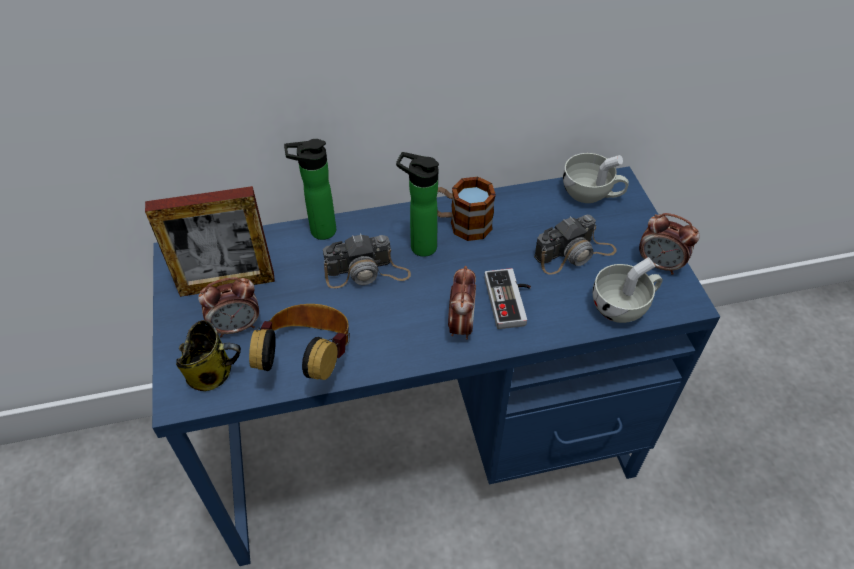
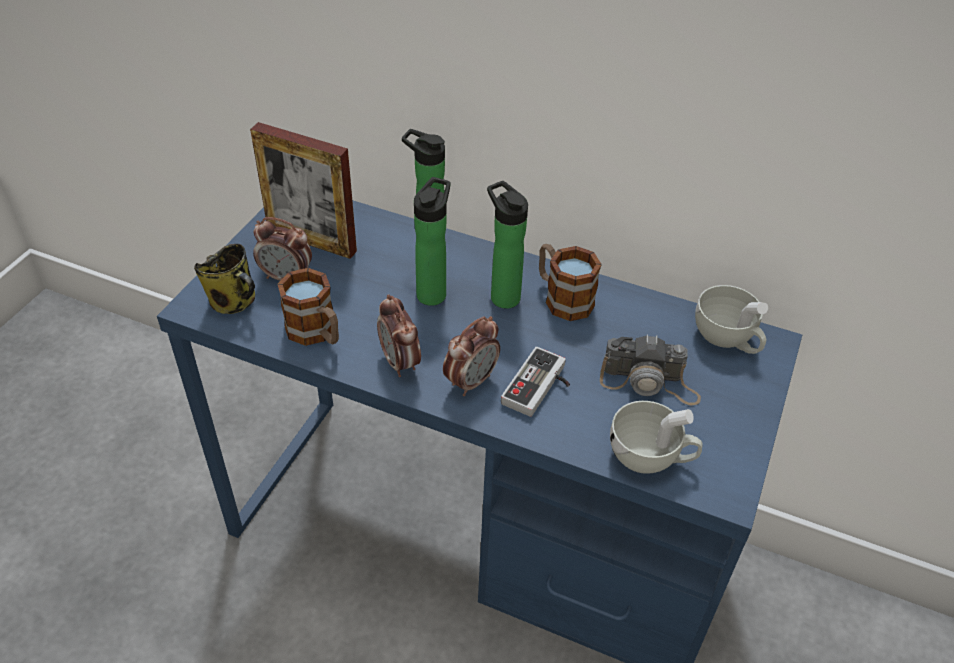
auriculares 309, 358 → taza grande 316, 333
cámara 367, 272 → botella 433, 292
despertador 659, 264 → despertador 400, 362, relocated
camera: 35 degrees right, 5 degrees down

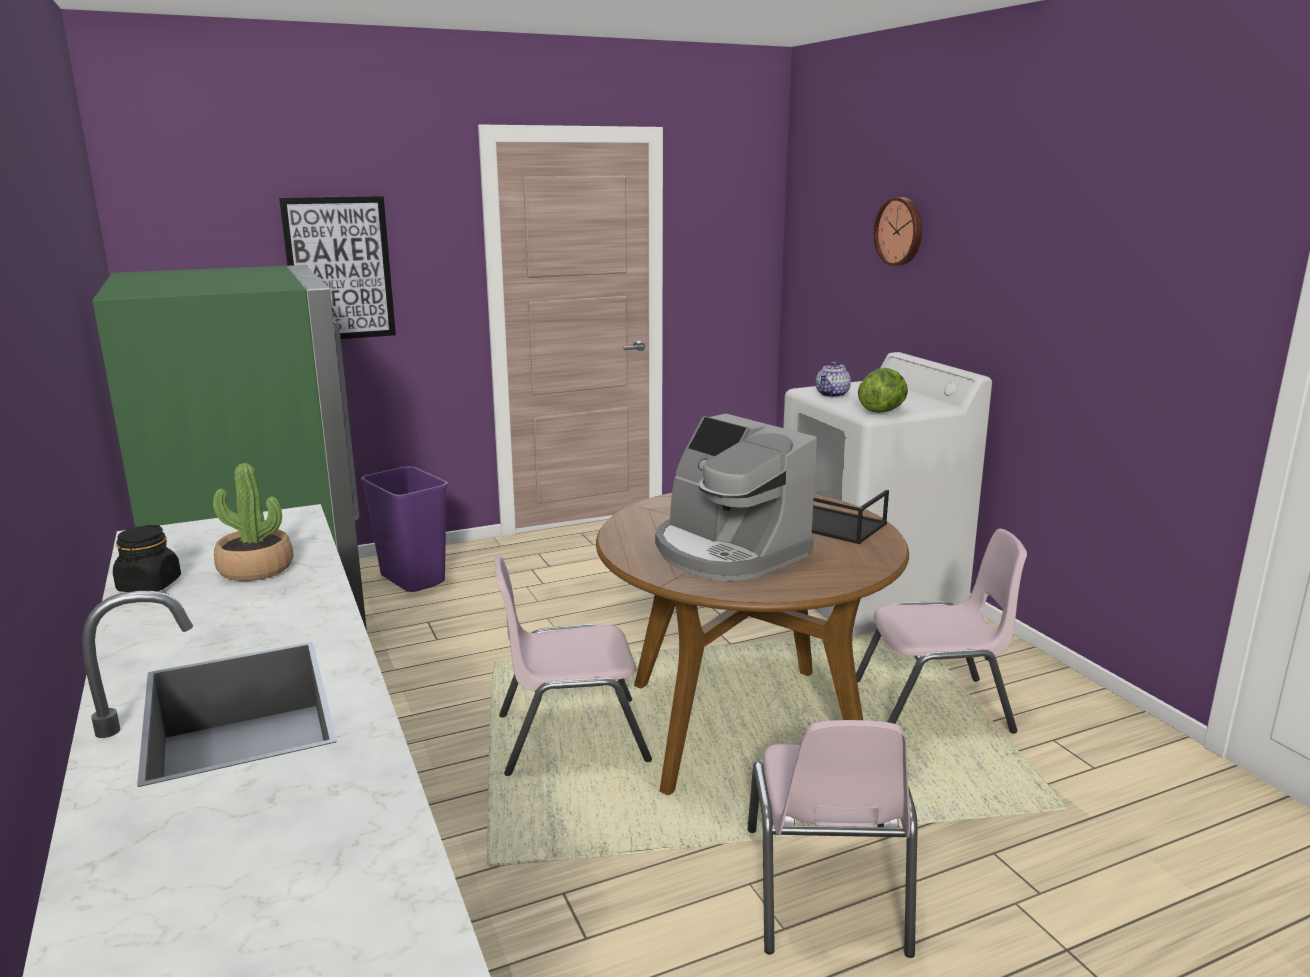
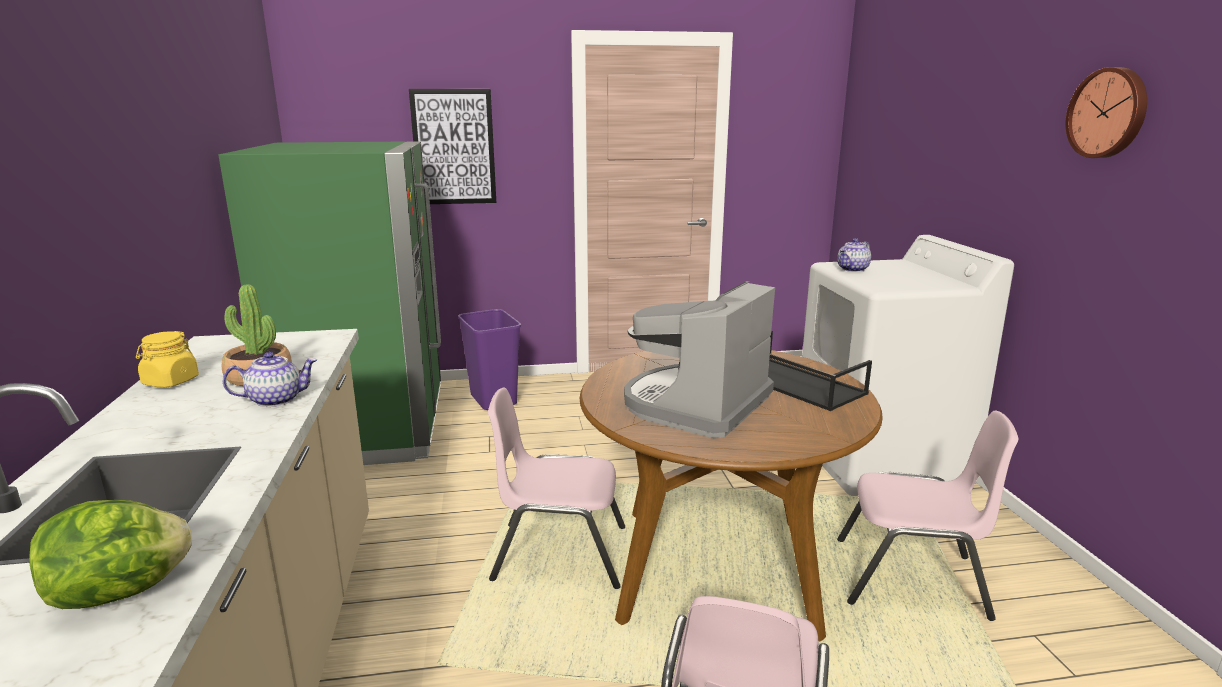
tarro [negro] 149, 585 → tarro [amarillo] 170, 382
cafetera 727, 552 → cafetera 696, 405, 60 degrees clockwise
lechuga 882, 411 → lechuga 121, 593, relocated
reloj de pared 900, 231 → reloj de pared 1108, 113, relocated
- → tetera 276, 399
camera: 15 degrees right, 0 degrees up

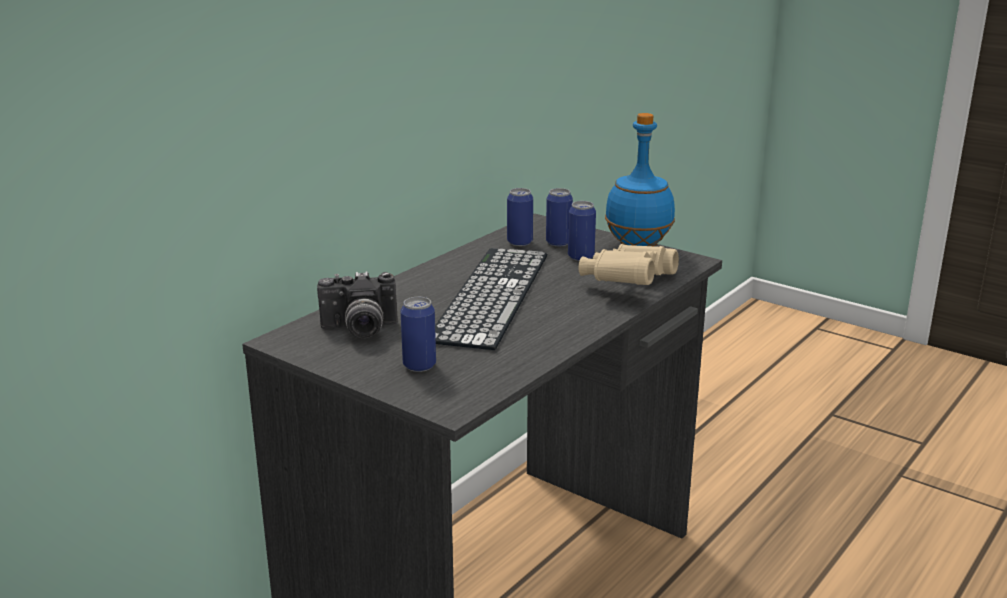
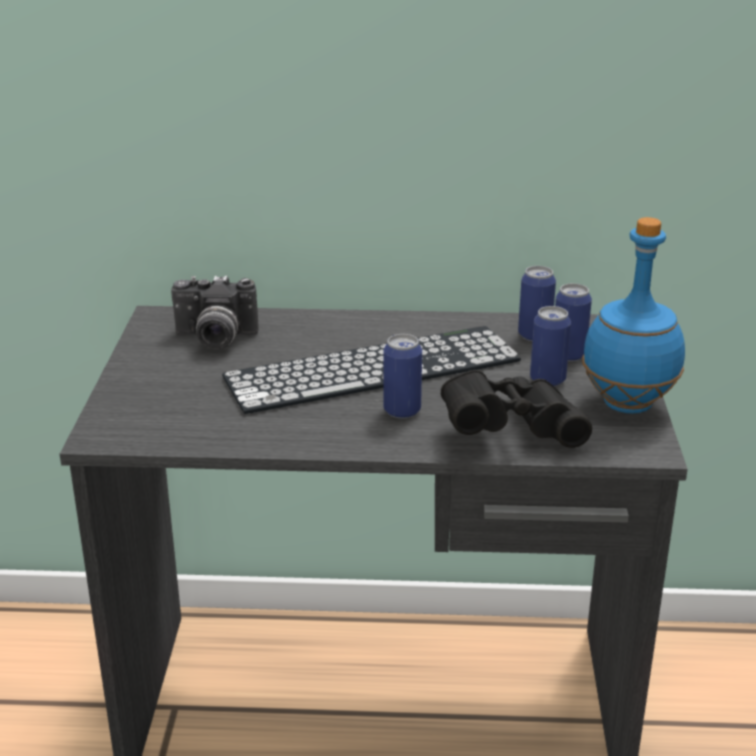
cámara 359, 330 → cámara 214, 339, 45 degrees counterclockwise
lata 419, 365 → lata 402, 410, relocated
prismáticos [beis] 627, 284 → prismáticos [negro] 509, 431
camera: 55 degrees right, 5 degrees up

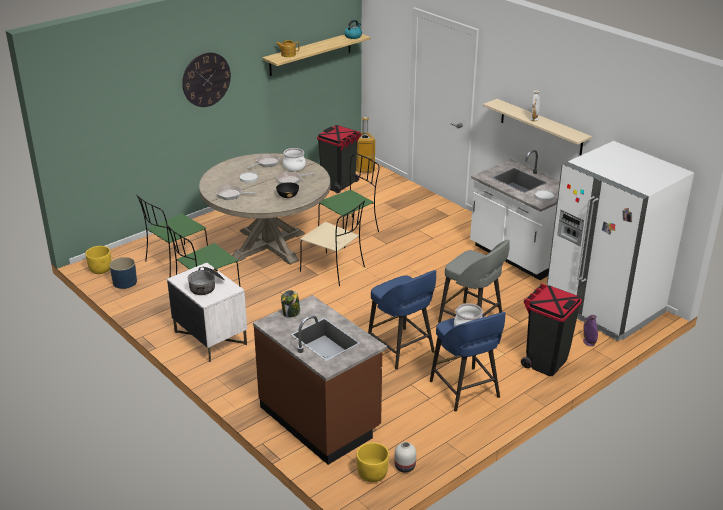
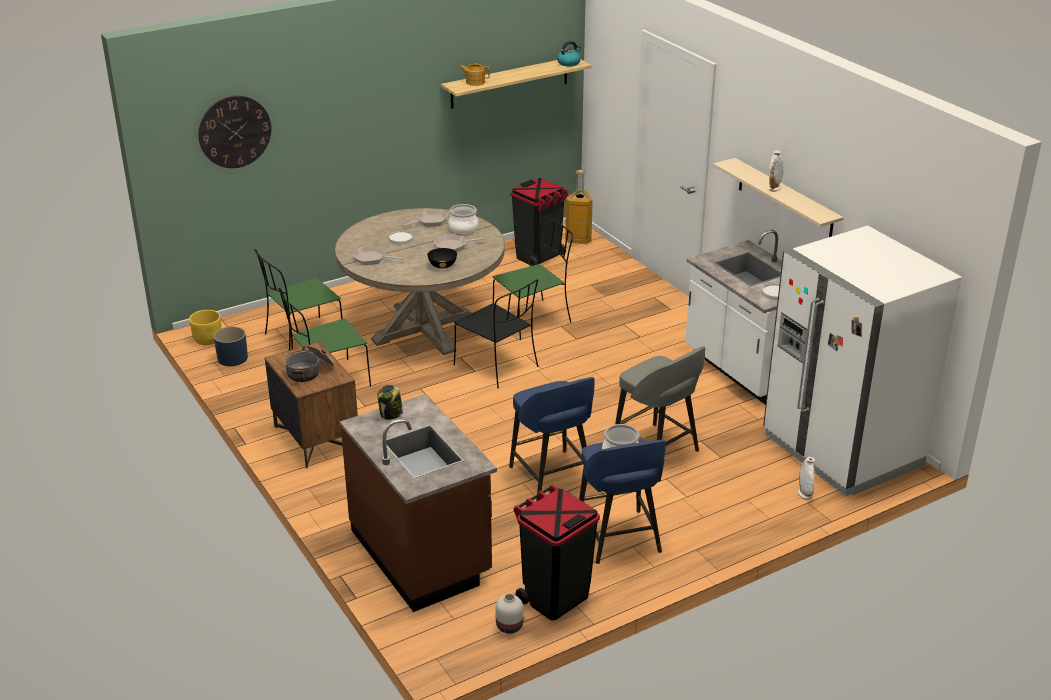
mesita de noche [blanco] 210, 338 → mesita de noche [marrón] 315, 438
reloj de pared 206, 79 → reloj de pared 234, 131, relocated
silla [beis] 334, 270 → silla [negro] 497, 367
maceta [amarillo] 372, 474 → -
papelera [negro] 545, 362 → papelera [negro] 555, 597, relocated
florero [morado] 588, 343 → florero [blanco] 804, 494
camera: 10 degrees right, 0 degrees up

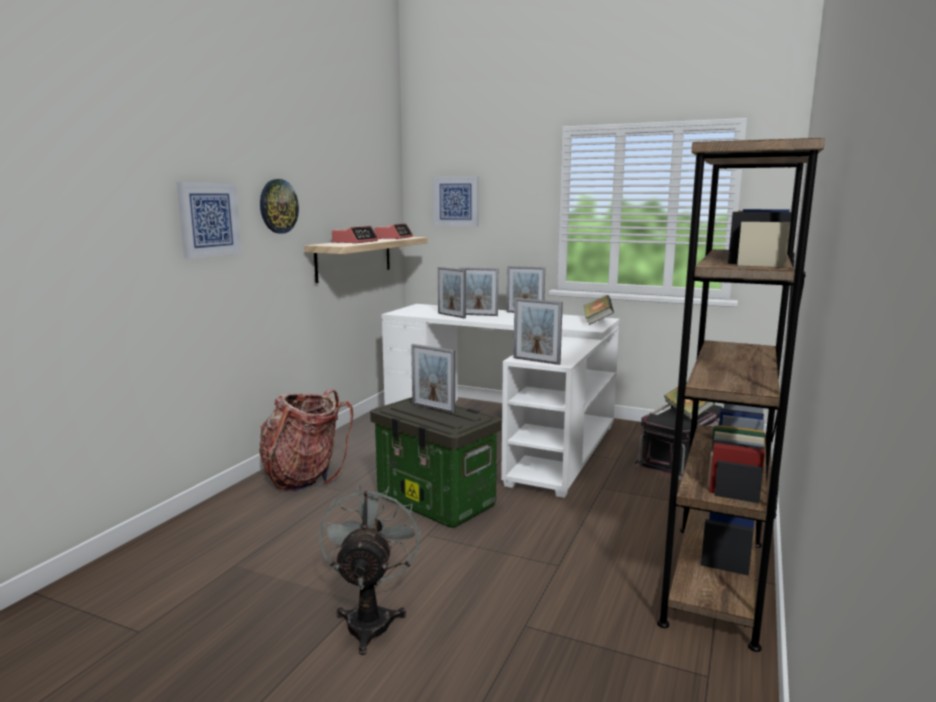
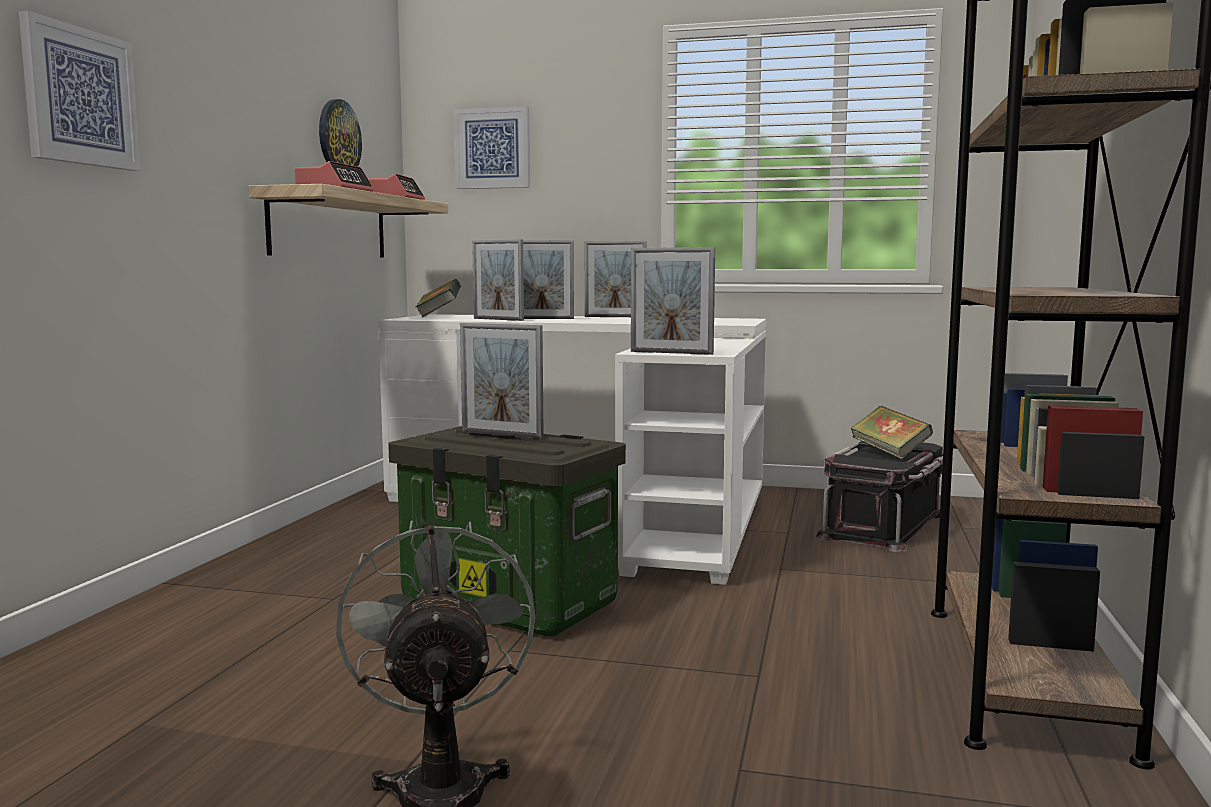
reloj de pared 278, 206 → reloj de pared 338, 138, relocated
mochila 303, 476 → -
libro 597, 322 → libro 439, 316, relocated
camera: 10 degrees left, 5 degrees down

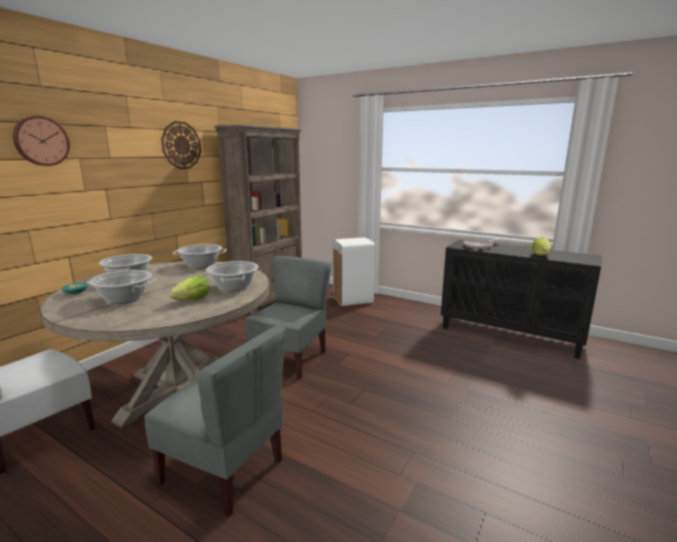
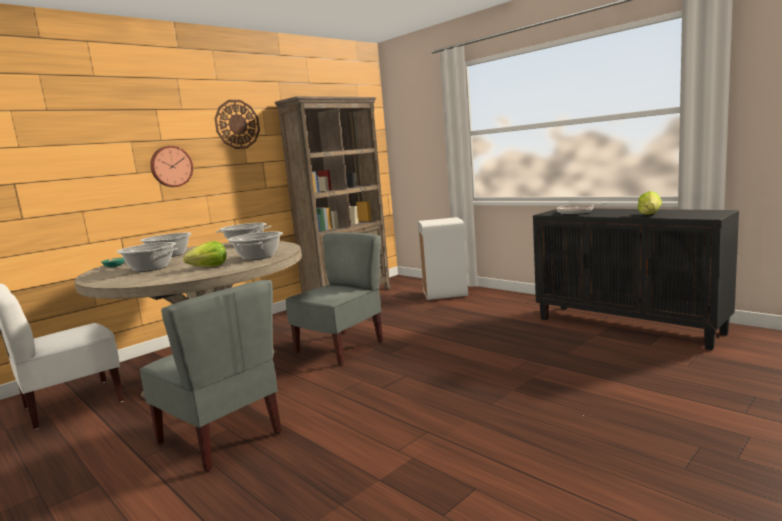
reloj de pared 41, 141 → reloj de pared 171, 166, relocated
camera: 15 degrees right, 5 degrees down

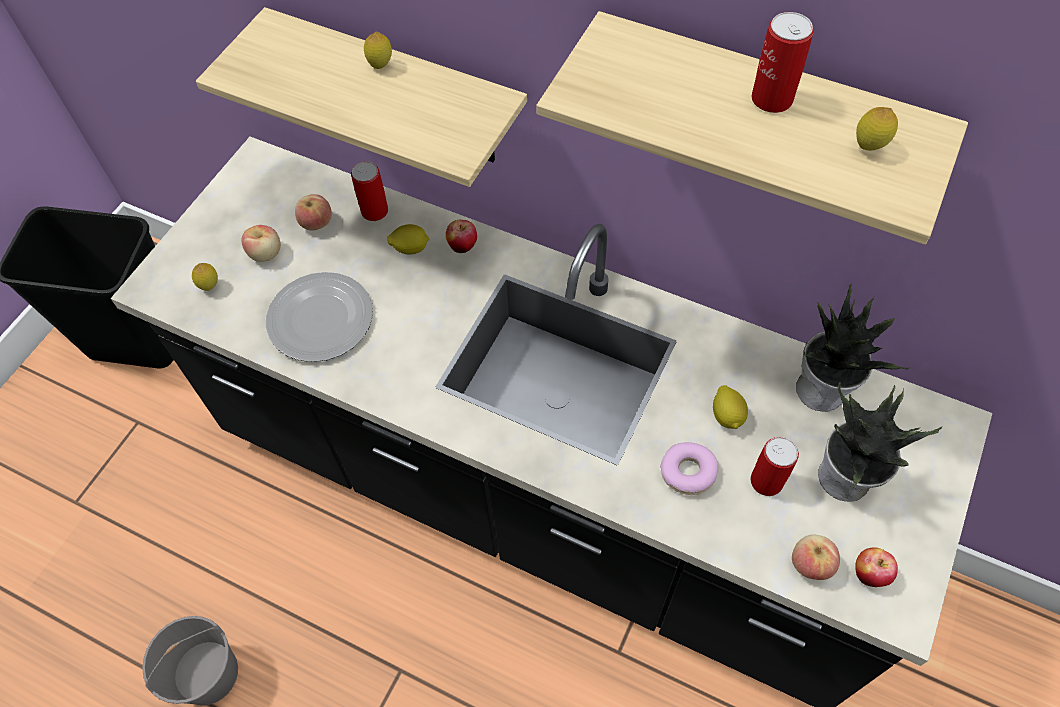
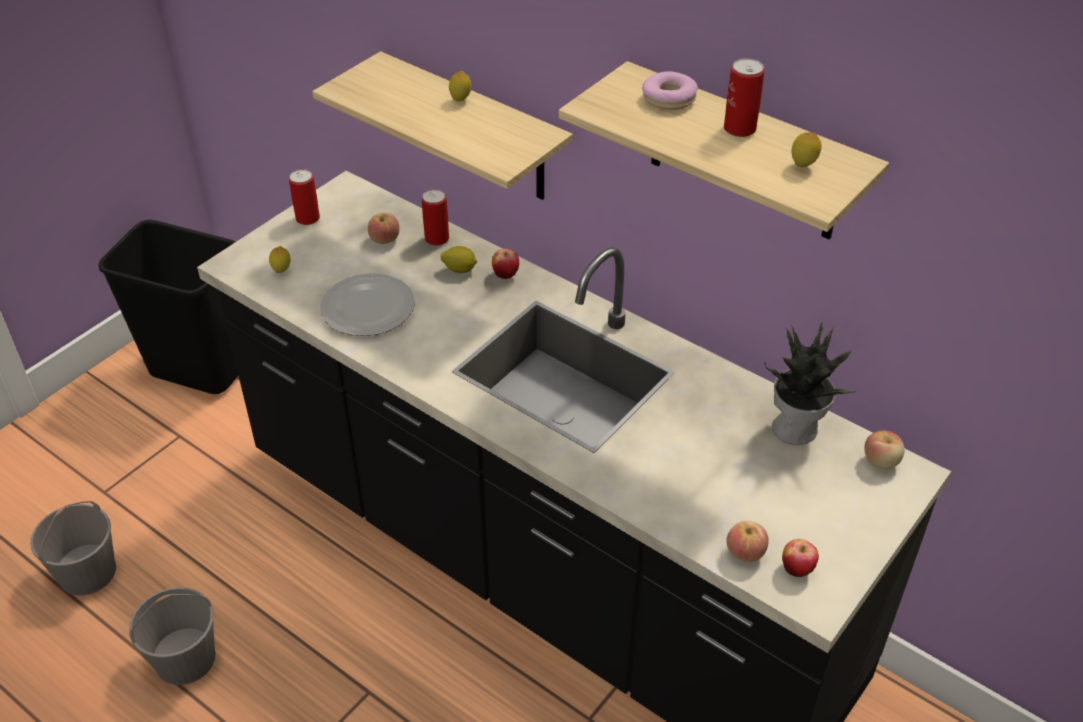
manzana 266, 253 → manzana 881, 461, relocated
rosquilla 687, 472 → rosquilla 669, 99, relocated
limón 727, 415 → -
lata 766, 481 → lata 307, 218, relocated
planta en maceta 845, 480 → -
- → cubo [gris] 87, 573
camera: 10 degrees right, 15 degrees down

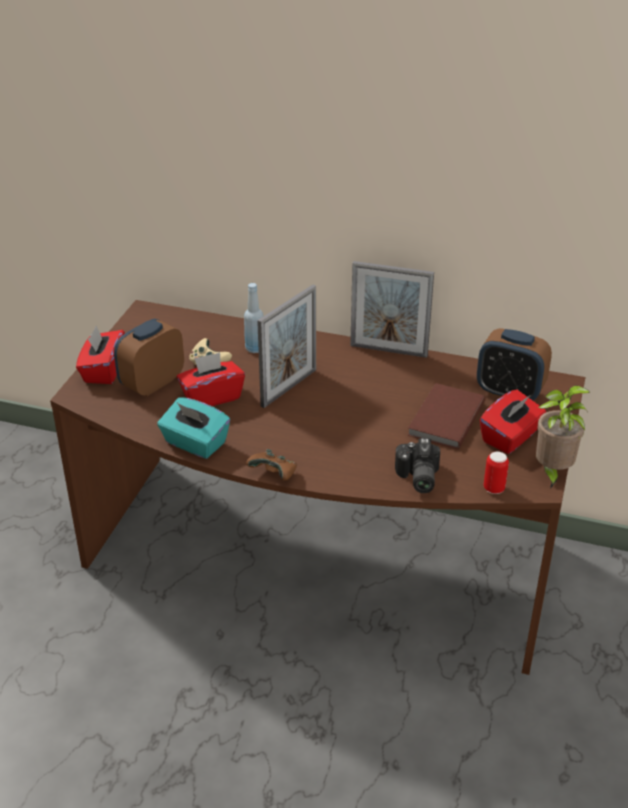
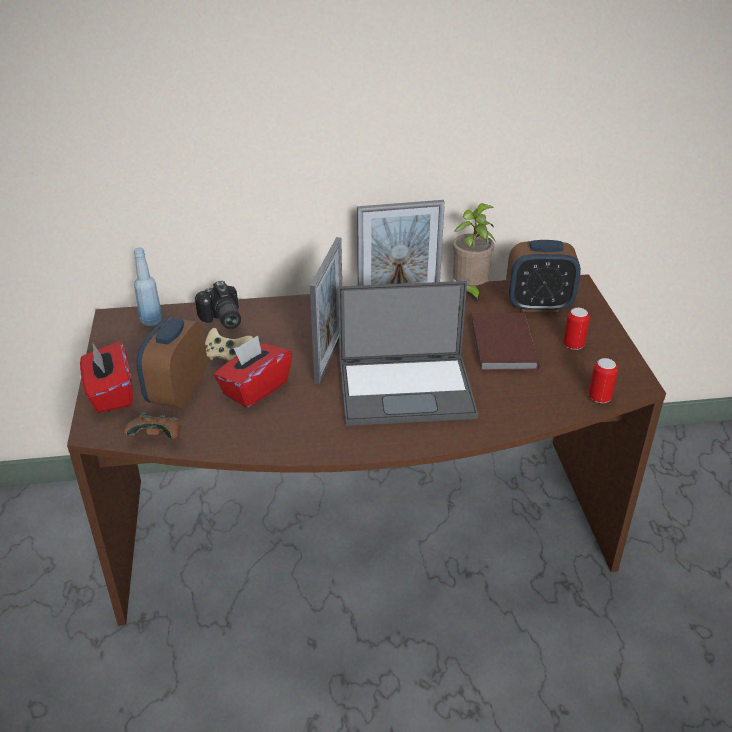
caja de pañuelos [turquesa] 195, 443 → -
botella [azul] 255, 348 → botella [azul] 151, 321, relocated
mando de consola [marrón] 274, 474 → mando de consola [marrón] 157, 438, relocated
cámara 416, 478 → cámara 221, 319, relocated
caja de pañuelos [rojo] 510, 437 → lata 573, 345
planta en maceta 552, 472 → planta en maceta 469, 291, relocated
- → portátil 407, 389
camera: 25 degrees left, 0 degrees up

